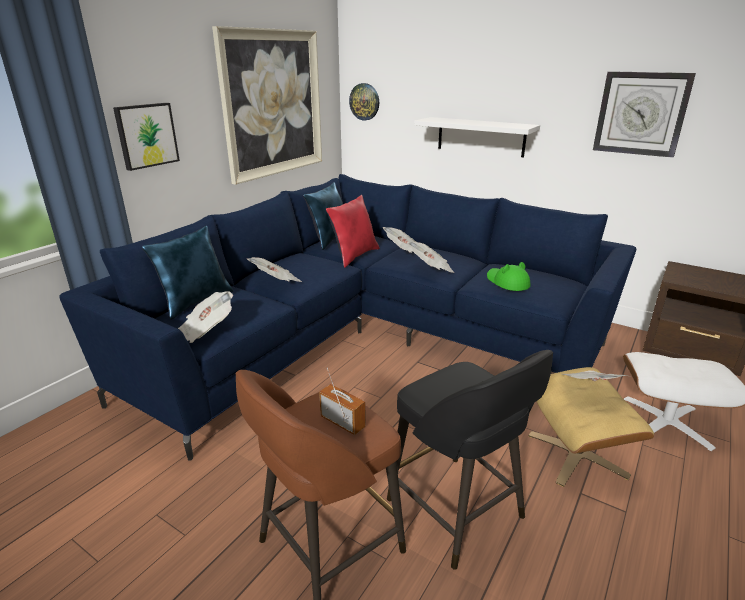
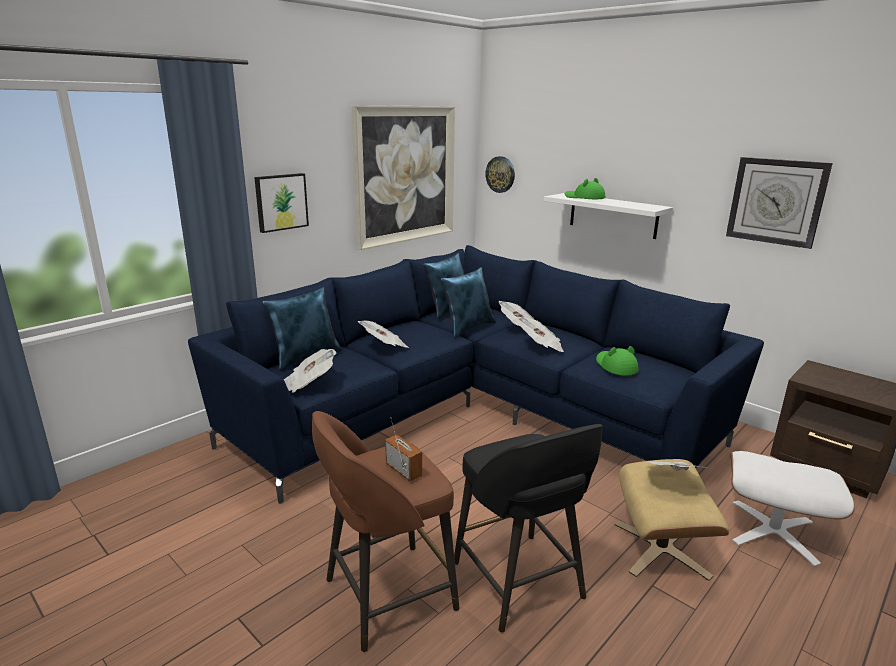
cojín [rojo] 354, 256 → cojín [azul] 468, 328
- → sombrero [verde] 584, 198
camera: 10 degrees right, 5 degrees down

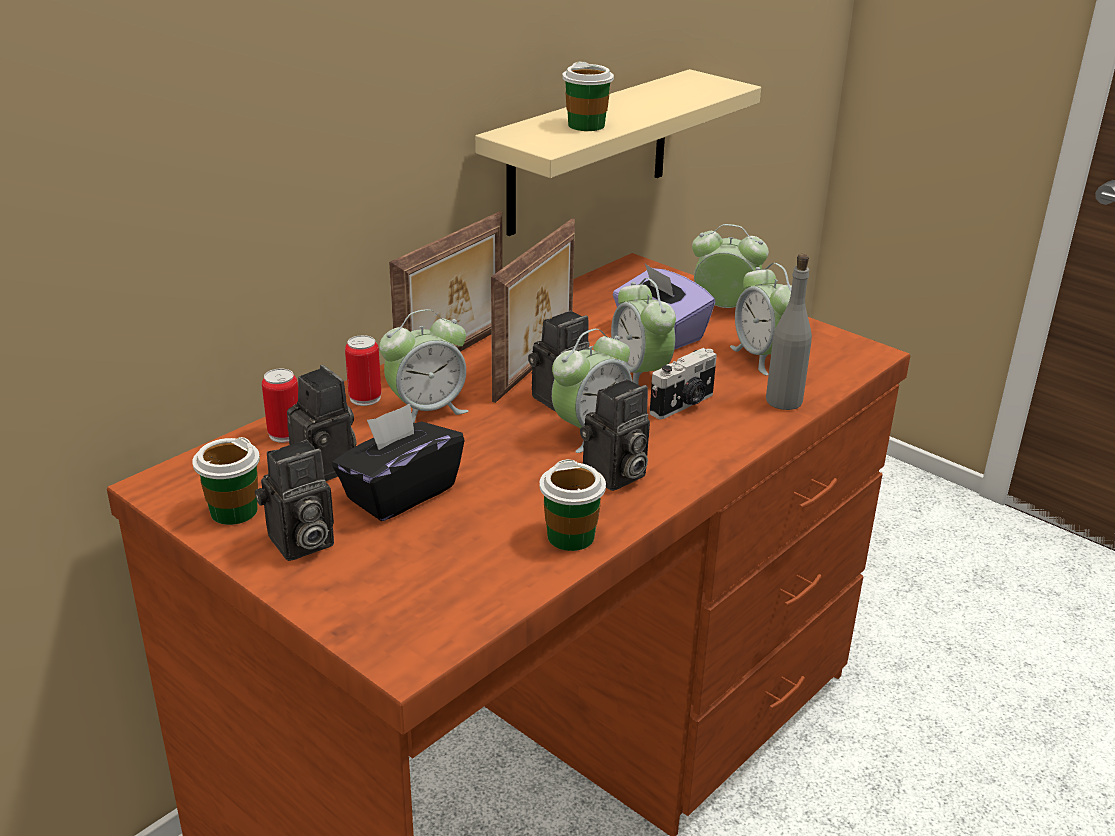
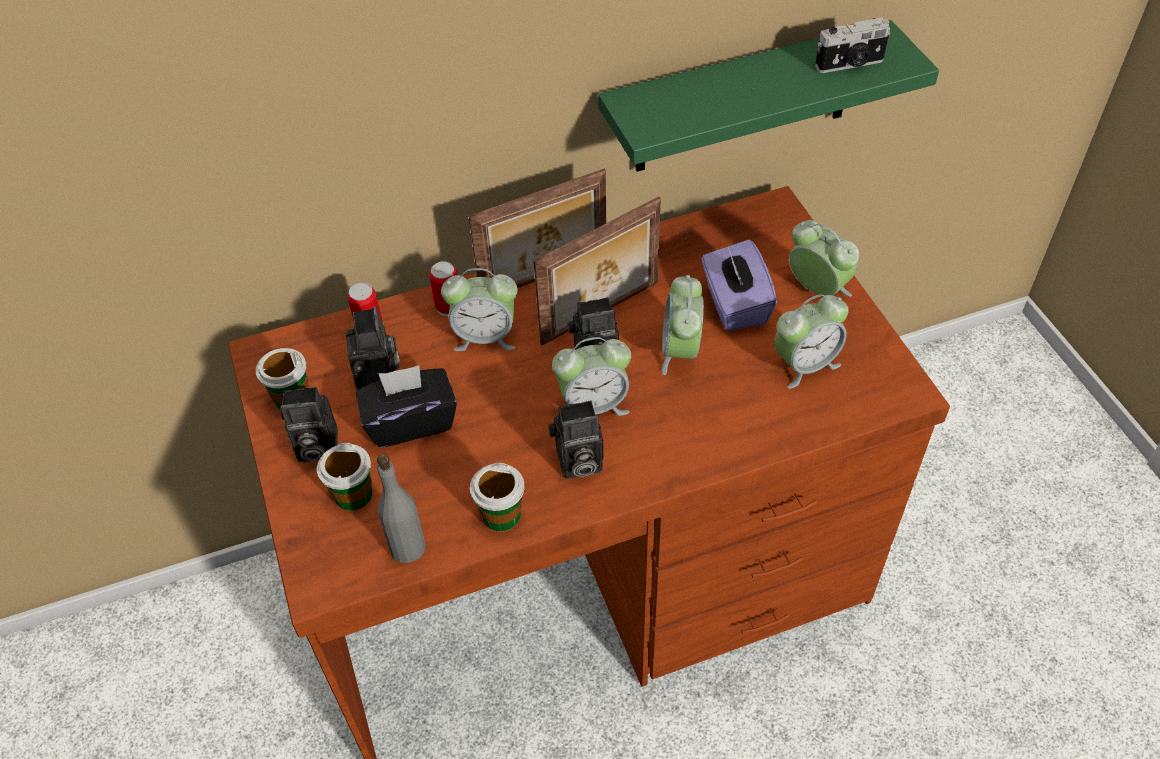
estante [beis] 589, 152 → estante [verde] 744, 99
taza 586, 125 → taza 353, 495, relocated
cámara 684, 405 → cámara 850, 64, relocated
despertador 763, 357 → despertador 805, 365, 120 degrees counterclockwise
botella [gris] 783, 401 → botella [gris] 408, 547, relocated
camera: 30 degrees right, 20 degrees up

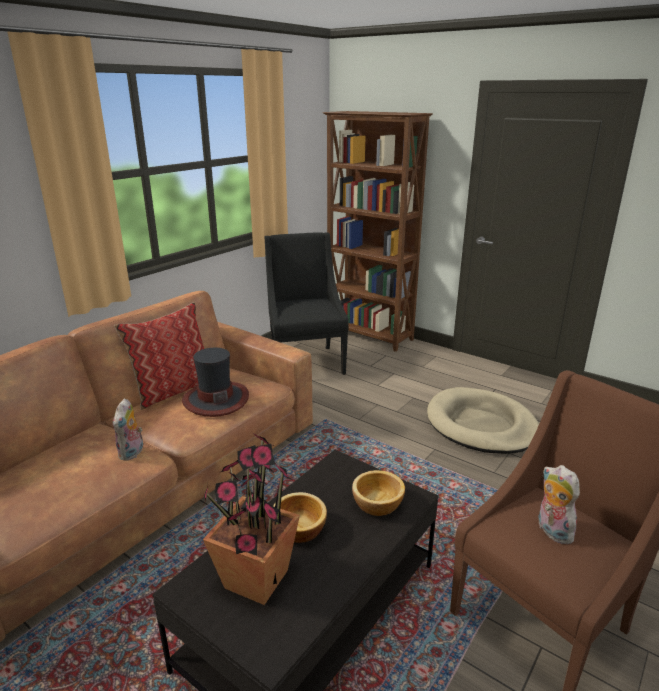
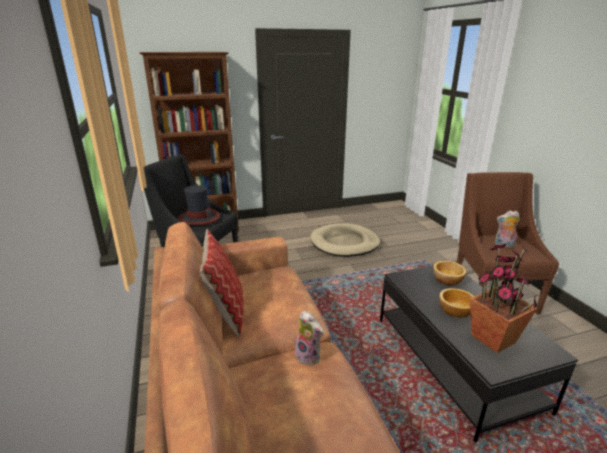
sombrero 215, 399 → sombrero 198, 218, relocated
camera: 55 degrees left, 0 degrees up

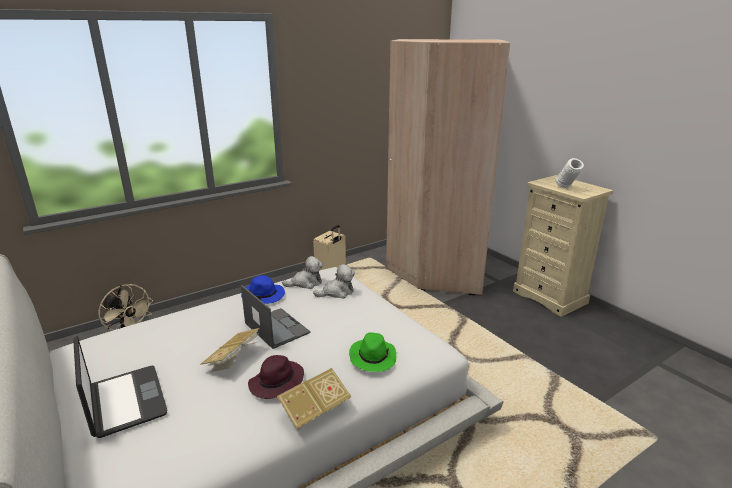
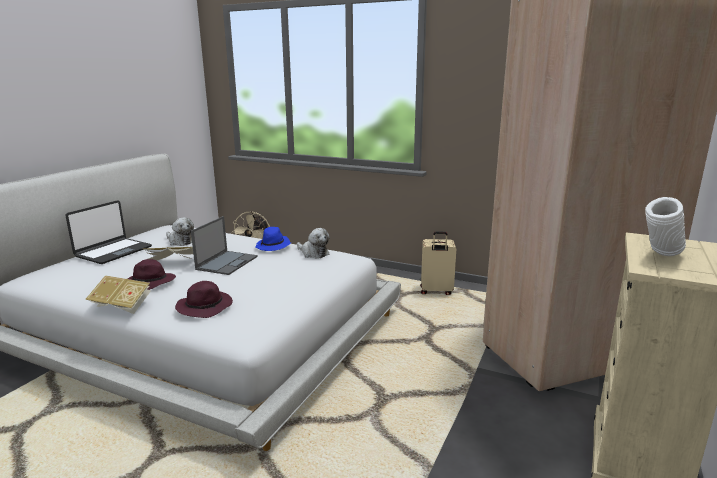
peluche 337, 292 → peluche 180, 241, relocated
sombrero [verde] 372, 357 → sombrero [morado] 206, 307
camera: 60 degrees right, 5 degrees down

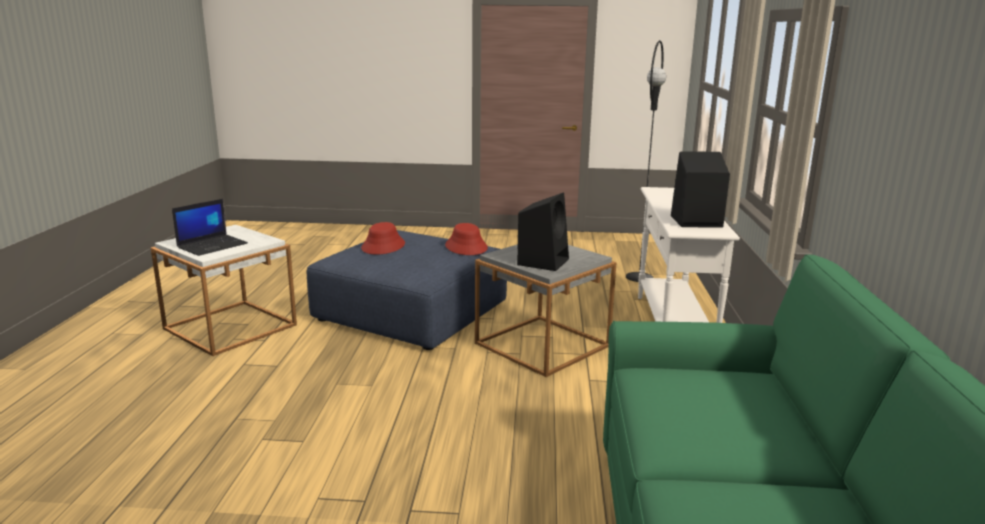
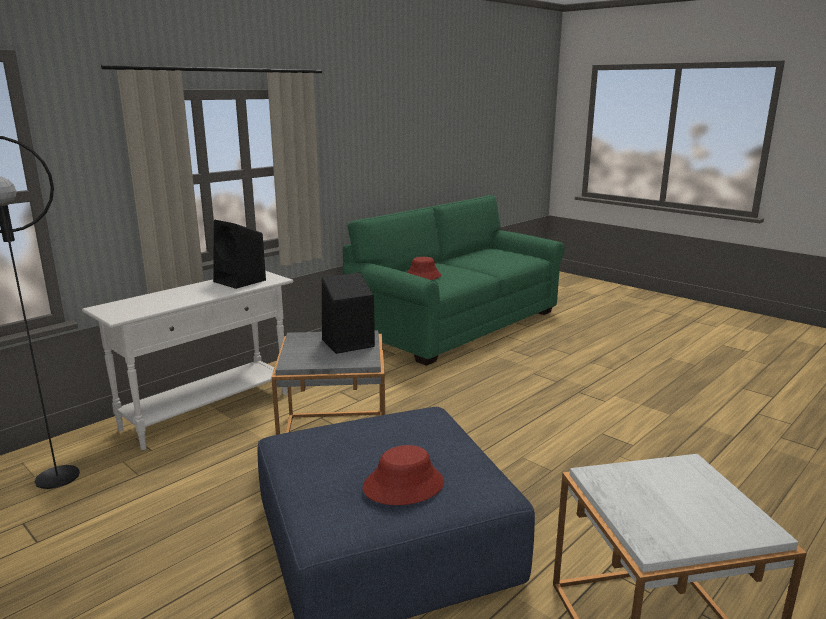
portátil 213, 245 → -
sombrero [rojo] 466, 247 → sombrero [rojo] 422, 276, relocated
camera: 140 degrees left, 0 degrees up

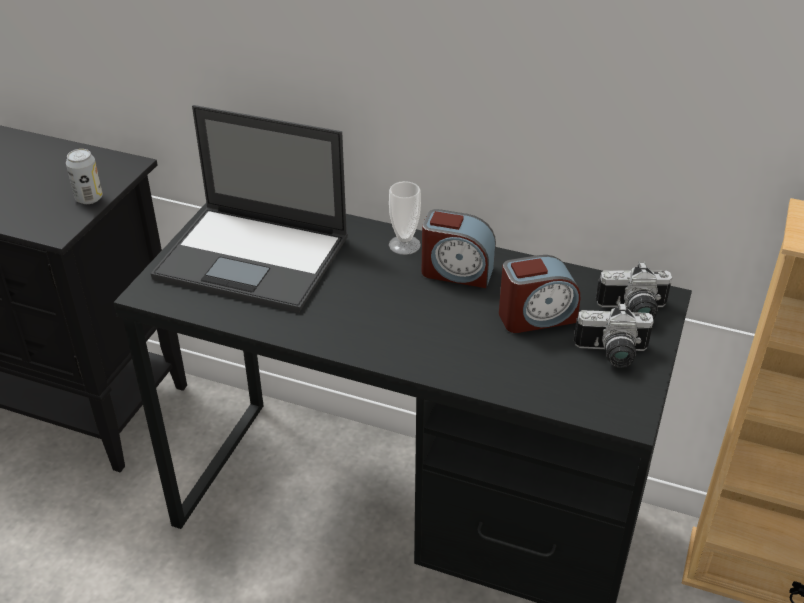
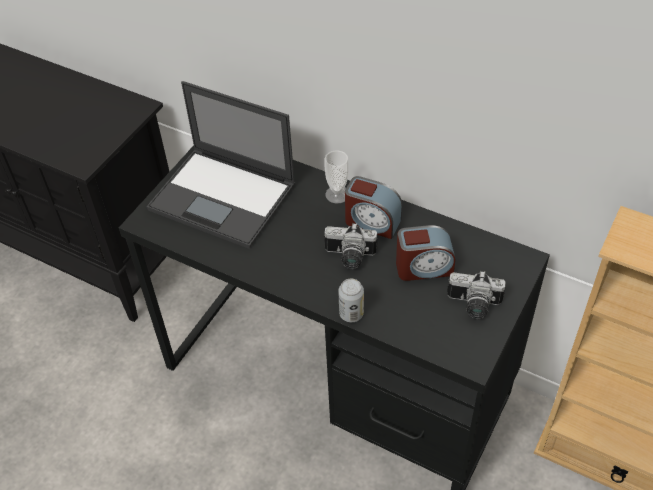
lata 89, 198 → lata 351, 314, relocated
cámara 633, 311 → cámara 349, 257, relocated
camera: 10 degrees right, 10 degrees up

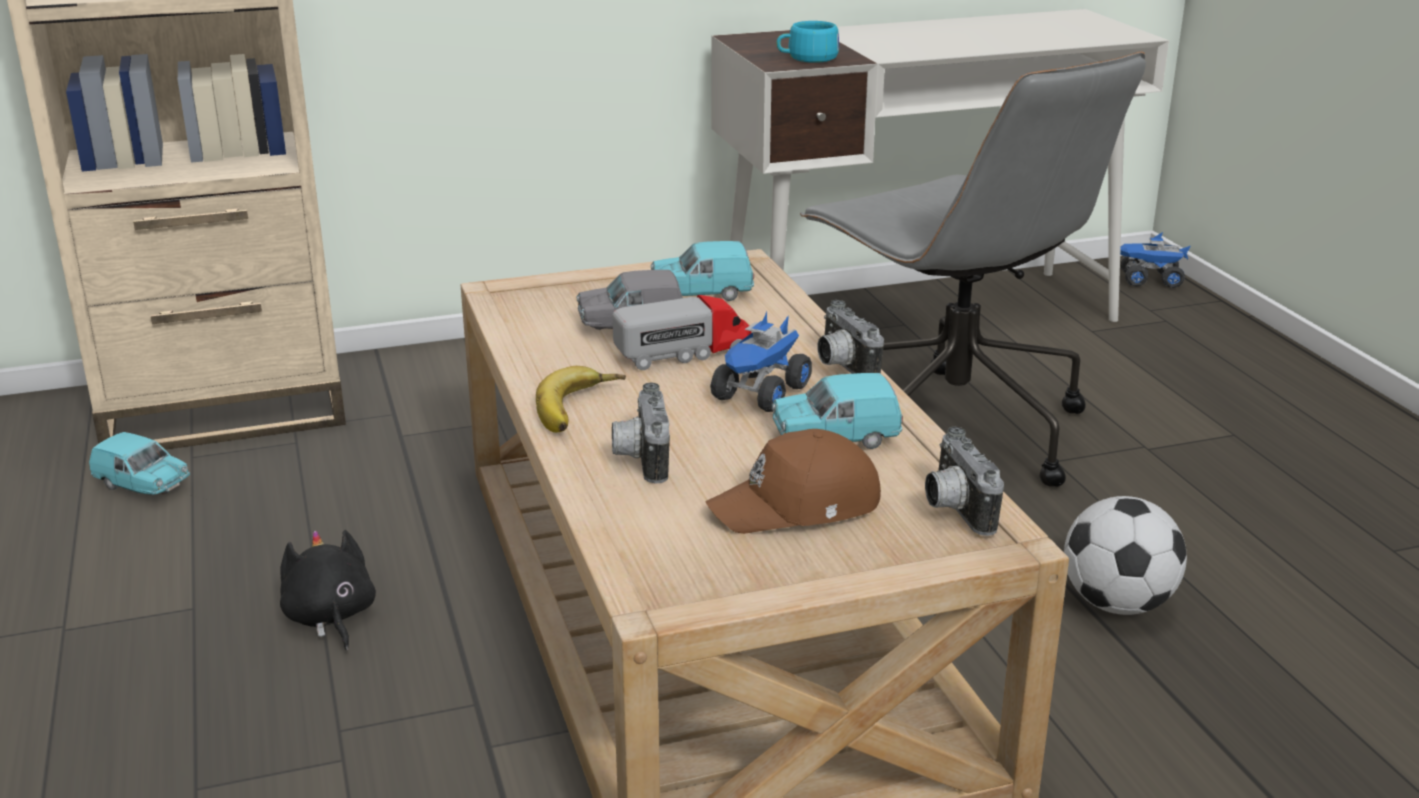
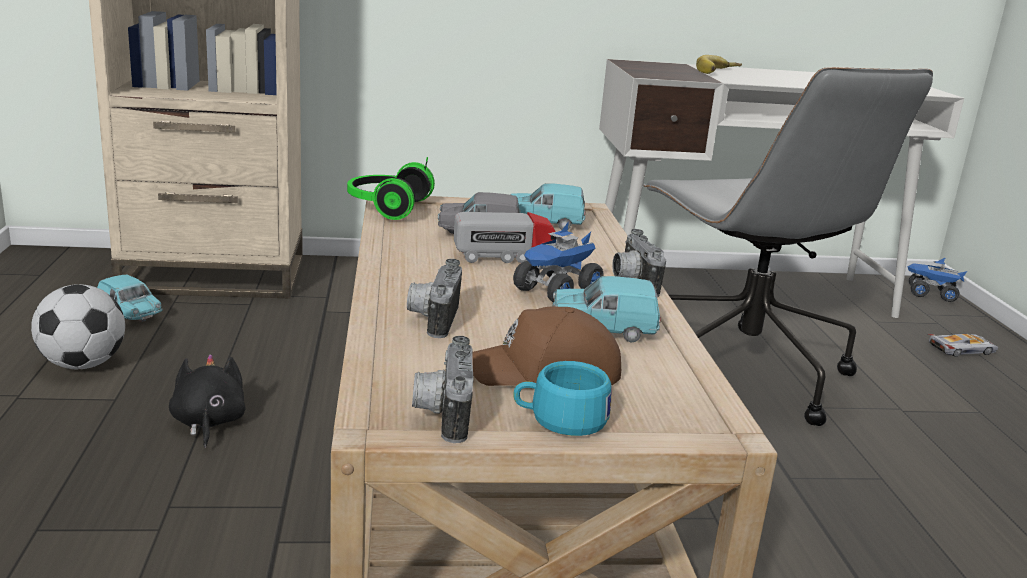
plátano 581, 409 → plátano 719, 71, relocated
taza [turquesa] 807, 58 → taza [turquesa] 560, 420, relocated
cámara 953, 509 → cámara 441, 414, relocated
balón de fútbol 1117, 604 → balón de fútbol 83, 364, relocated
- → auriculares 386, 207
- → coche de juguete 962, 350
camera: 10 degrees right, 5 degrees down

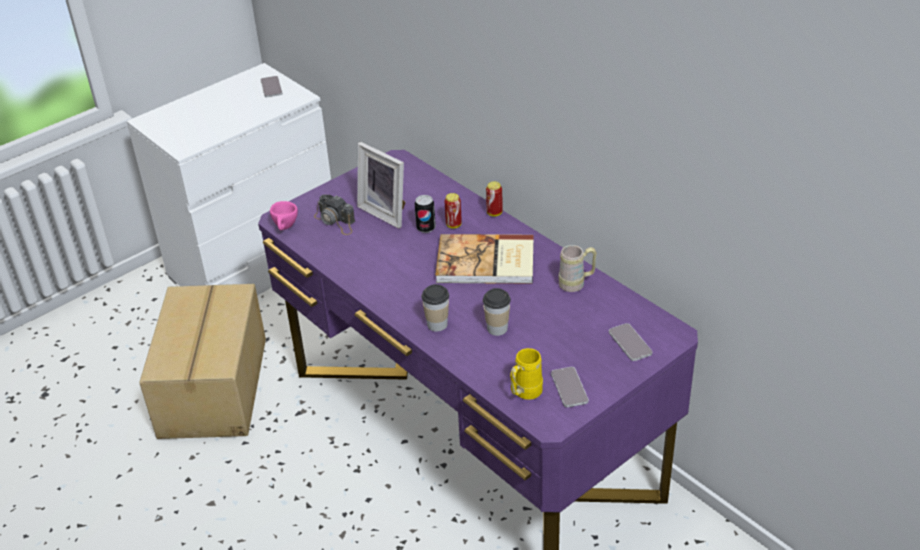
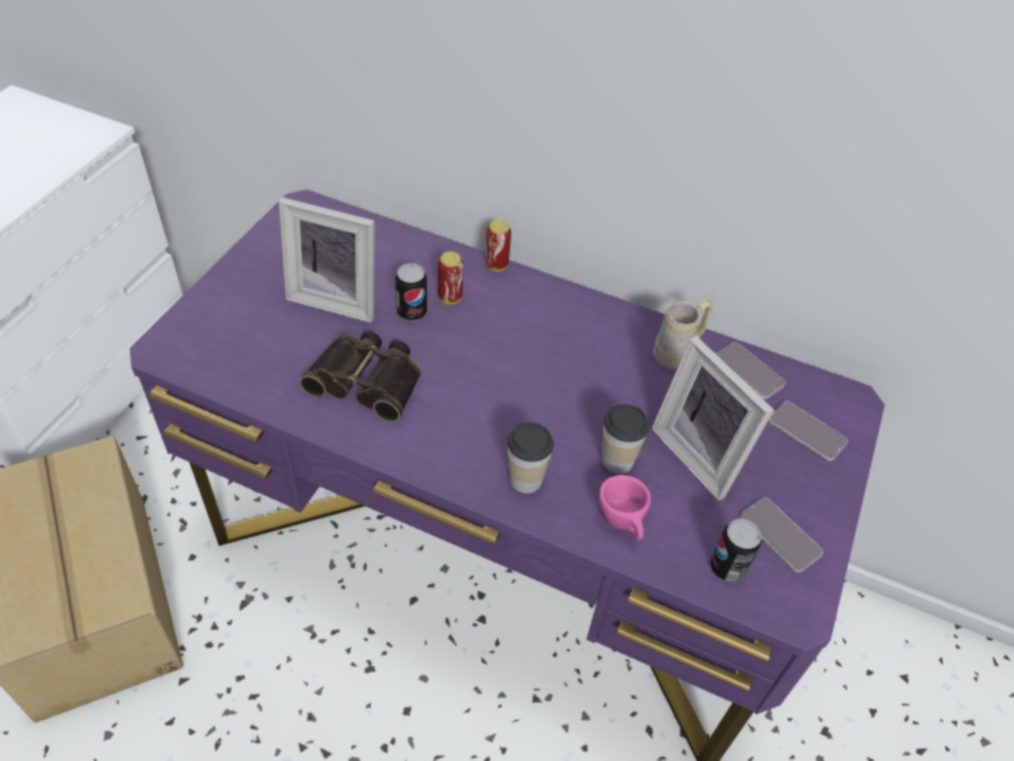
móvil 271, 87 → móvil 748, 371, relocated
taza [rosa] 285, 228 → taza [rosa] 623, 523, relocated
cámara 336, 221 → -
libro 486, 263 → -
taza grande [amarillo] 524, 394 → lata 727, 568
- → prismáticos 368, 381
- → portarretratos 701, 454
camera: 30 degrees left, 10 degrees up

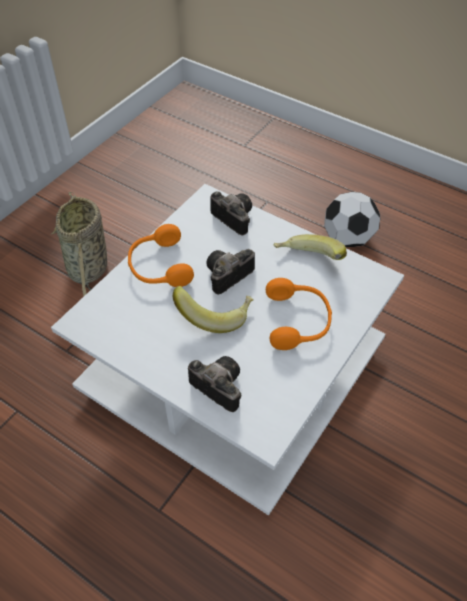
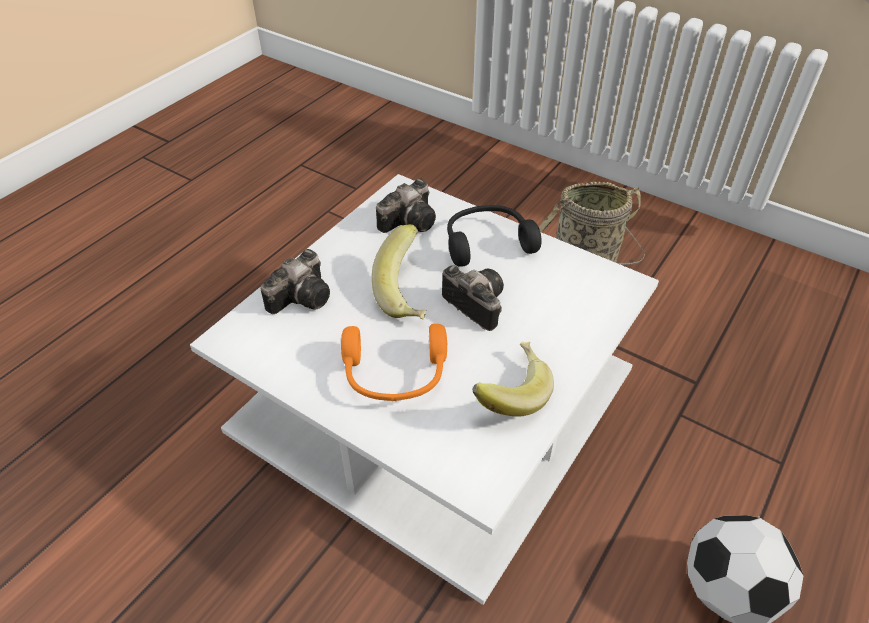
auriculares [naranja] 159, 267 → auriculares [negro] 487, 242
cámara 232, 217 → cámara 411, 220, relocated
camera: 90 degrees right, 5 degrees down

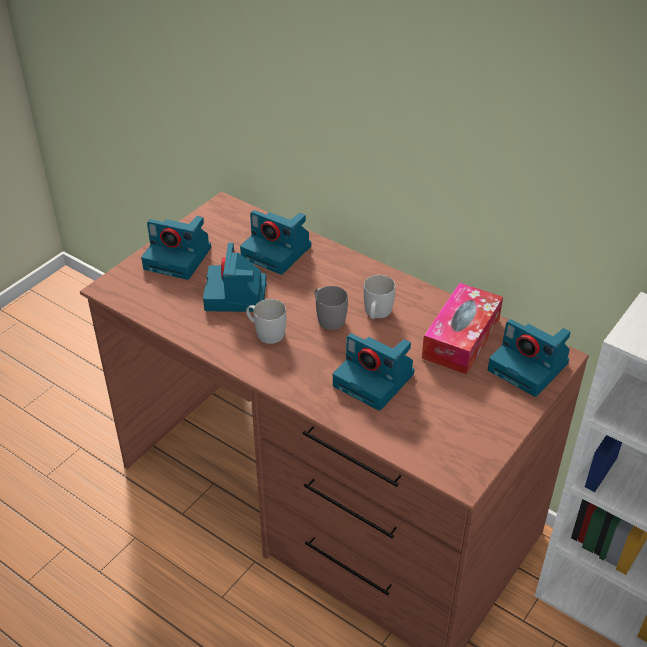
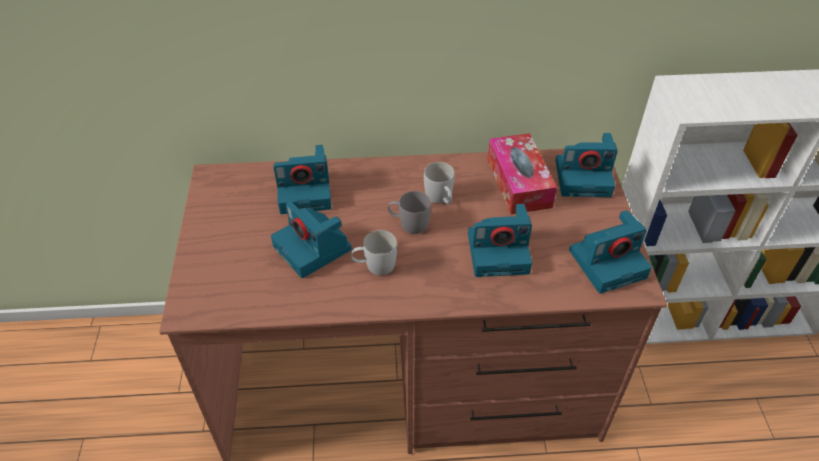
cámara 179, 258 → cámara 608, 262, relocated
camera: 40 degrees left, 5 degrees up

